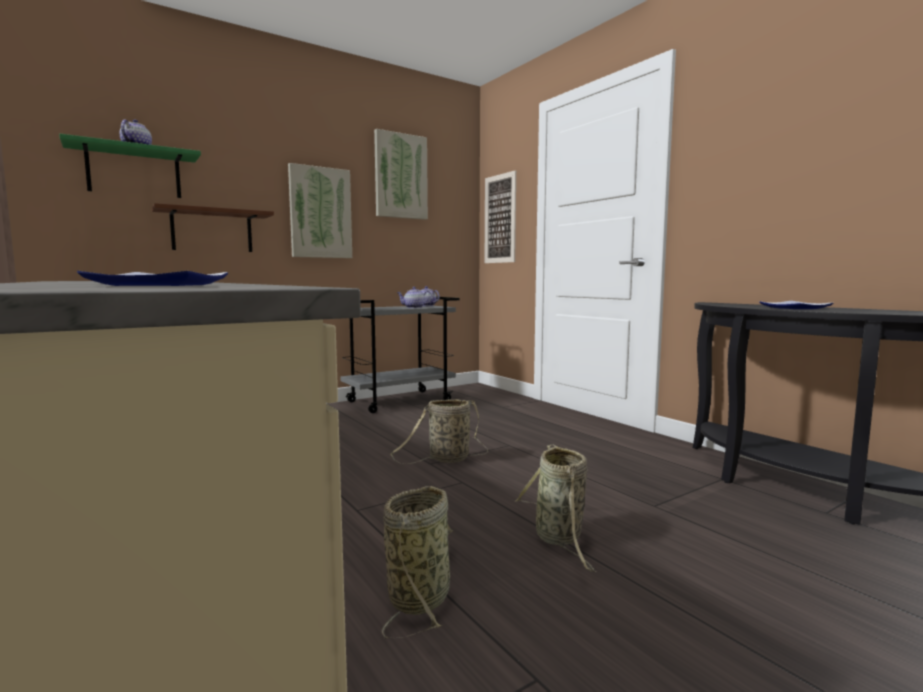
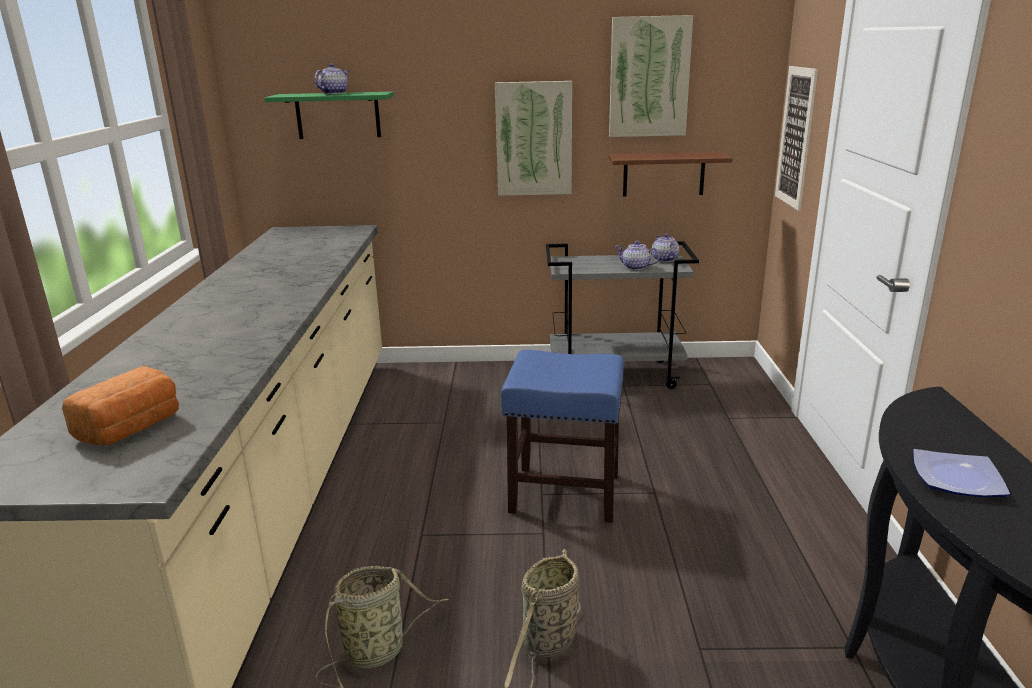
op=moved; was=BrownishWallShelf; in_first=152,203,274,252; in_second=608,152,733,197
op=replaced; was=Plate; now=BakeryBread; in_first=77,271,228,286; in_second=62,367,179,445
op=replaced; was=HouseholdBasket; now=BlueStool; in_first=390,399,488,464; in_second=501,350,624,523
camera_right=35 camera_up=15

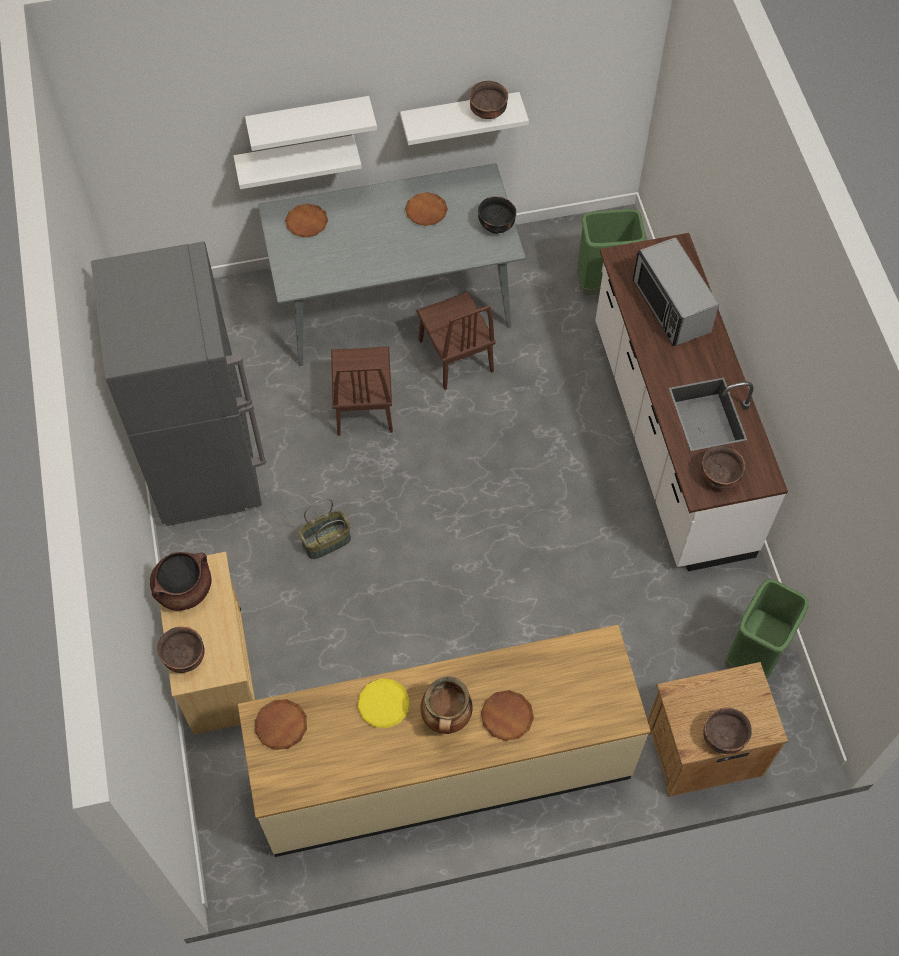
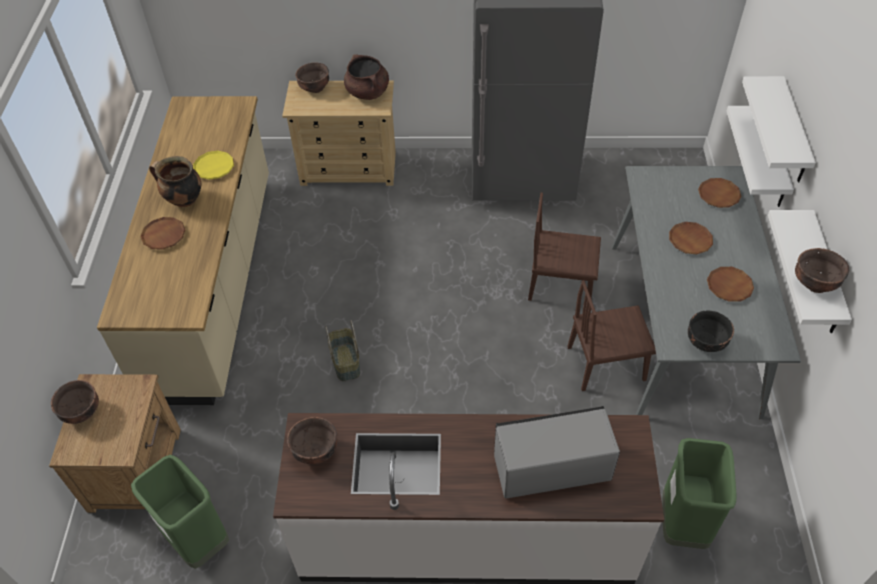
op=moved; was=BrownishPlate; in_first=255,699,307,750; in_second=669,222,713,254
op=moved; was=HouseholdBasket; in_first=299,499,351,559; in_second=325,320,360,381
camera_right=105 camera_up=-10

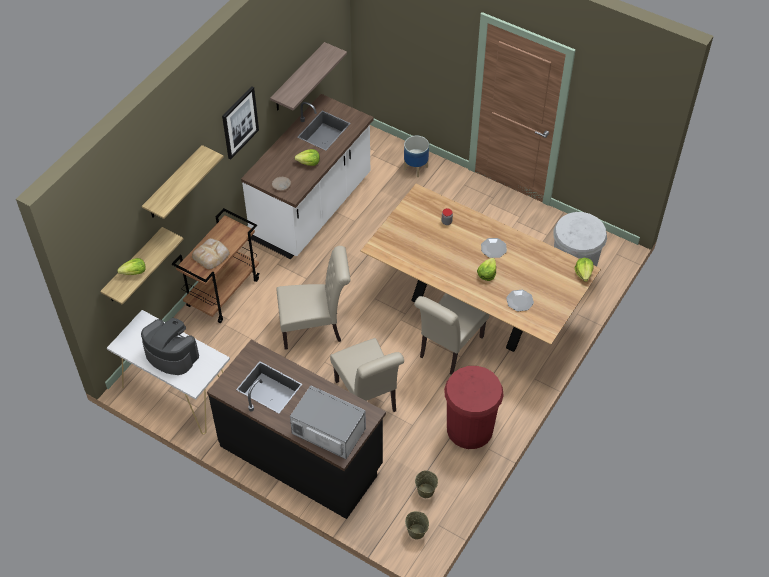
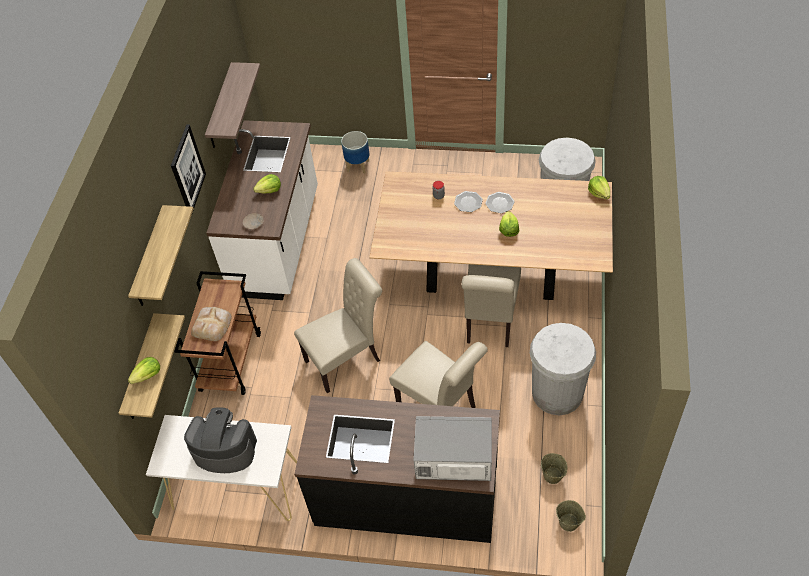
op=moved; was=Plate; in_first=506,290,534,311; in_second=454,191,483,212
op=recoloured; was=RedColouredRubbishBin; now=WhiteColouredRubbishBin; in_first=444,366,504,449; in_second=530,323,596,415
camera_right=-20 camera_up=0

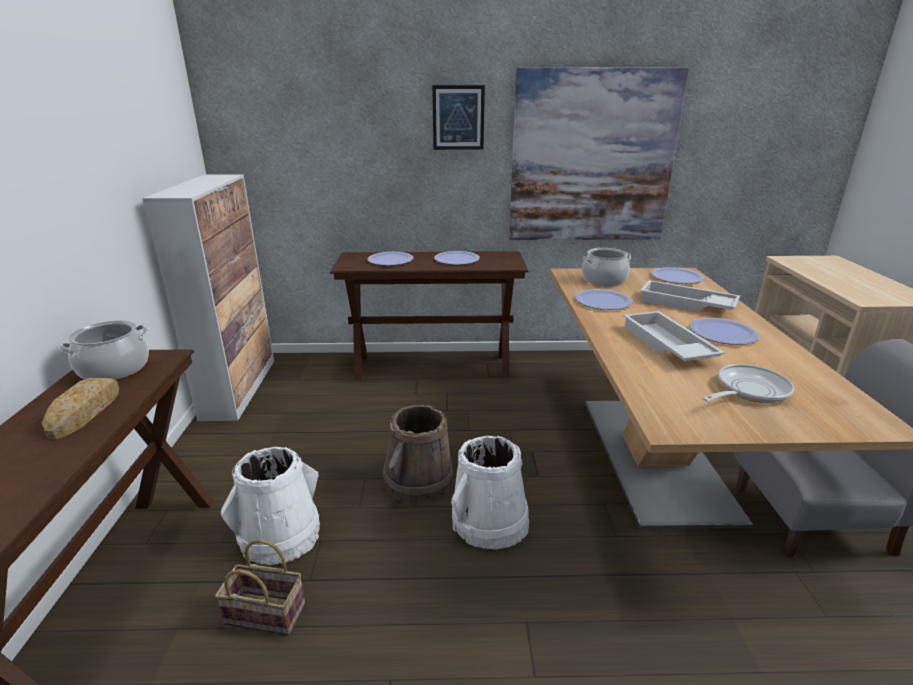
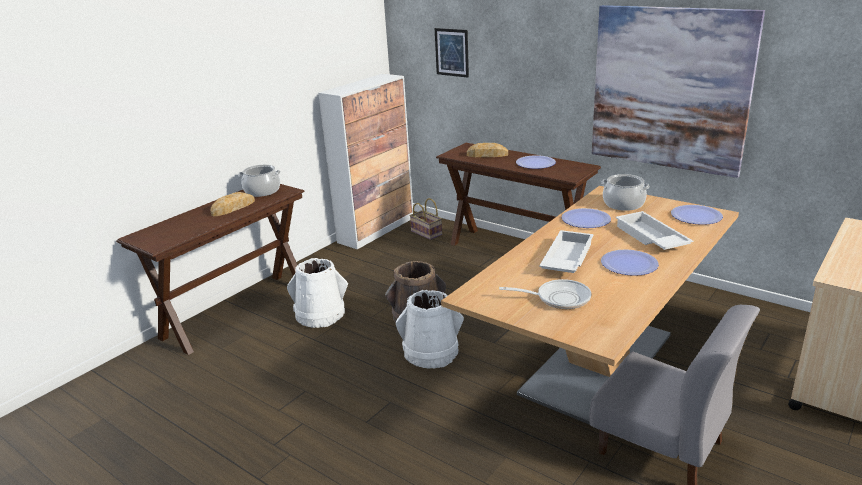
op=moved; was=HouseholdBasket; in_first=215,539,305,635; in_second=410,198,442,240
op=moved; was=WallArt; in_first=432,85,485,150; in_second=435,28,469,78
op=replaced; was=Plate; now=BakeryBread; in_first=367,252,413,266; in_second=467,143,508,157
camera_right=40 camera_up=0

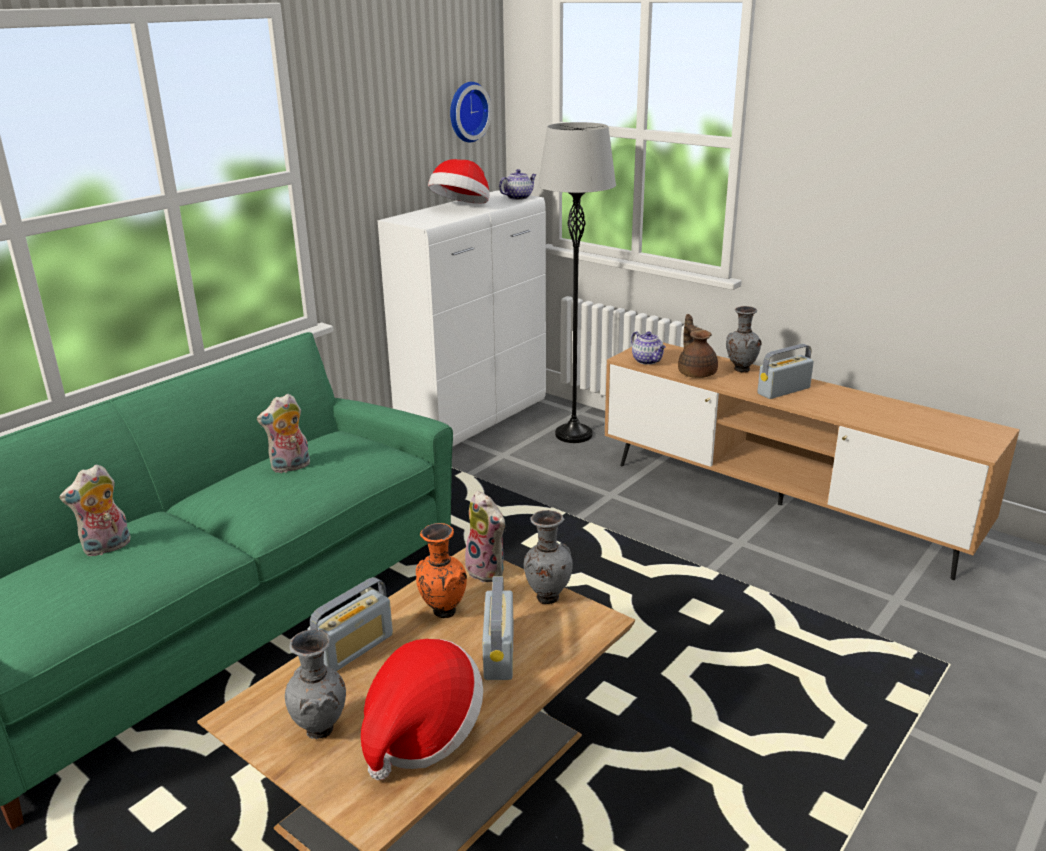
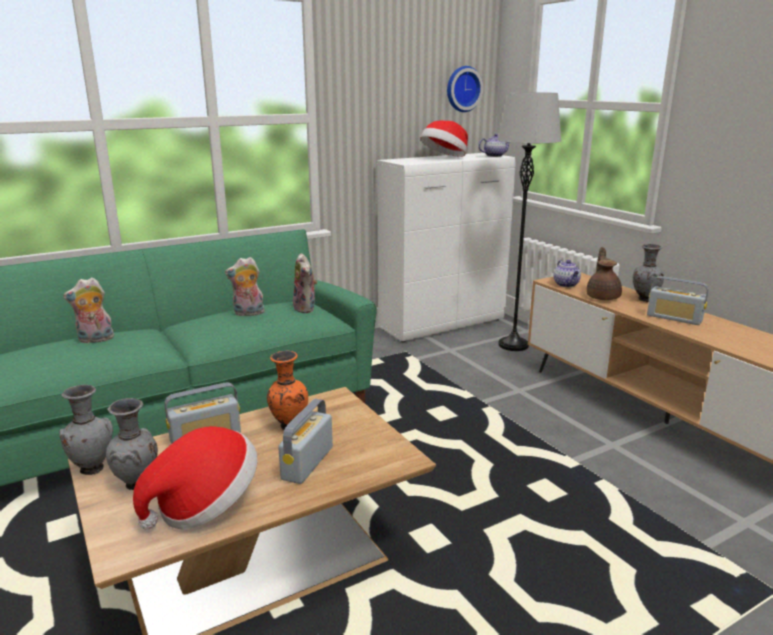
op=moved; was=SoftToy; in_first=461,491,505,583; in_second=293,253,317,313
op=moved; was=GreyishFlowerVase; in_first=524,510,573,604; in_second=59,385,113,475
op=turned; was=RadioSet; in_first=757,344,814,399; in_second=647,276,709,325; clockwise=-135
camera_right=20 camera_up=-5

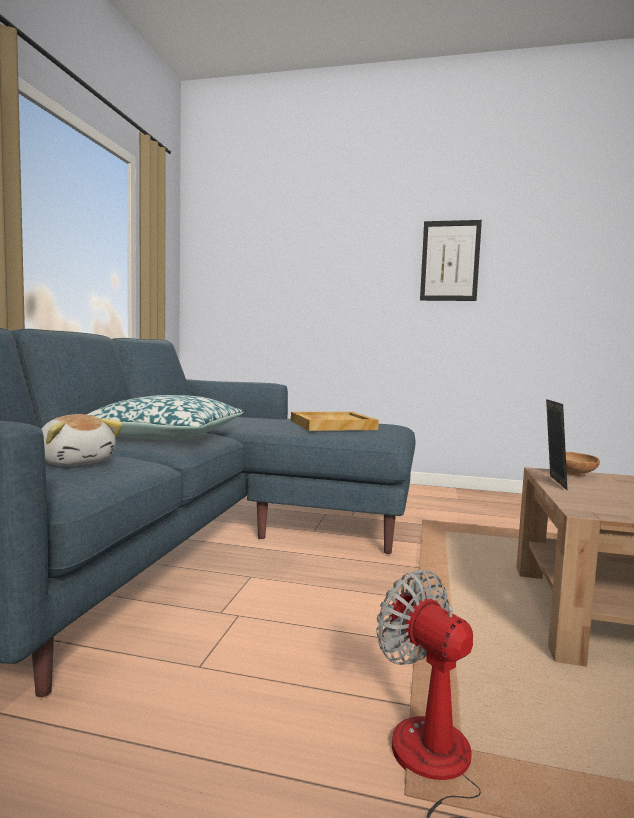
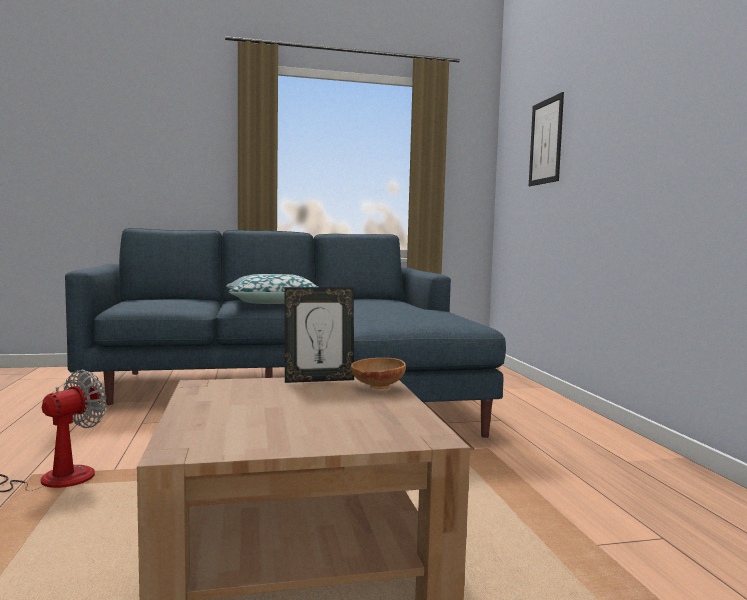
op=removed; was=SoftToy; in_first=42,414,123,466
op=removed; was=BeigeColouredTray; in_first=291,412,379,431
op=moved; was=WallArt; in_first=420,220,482,301; in_second=529,92,564,186
camera_right=65 camera_up=0

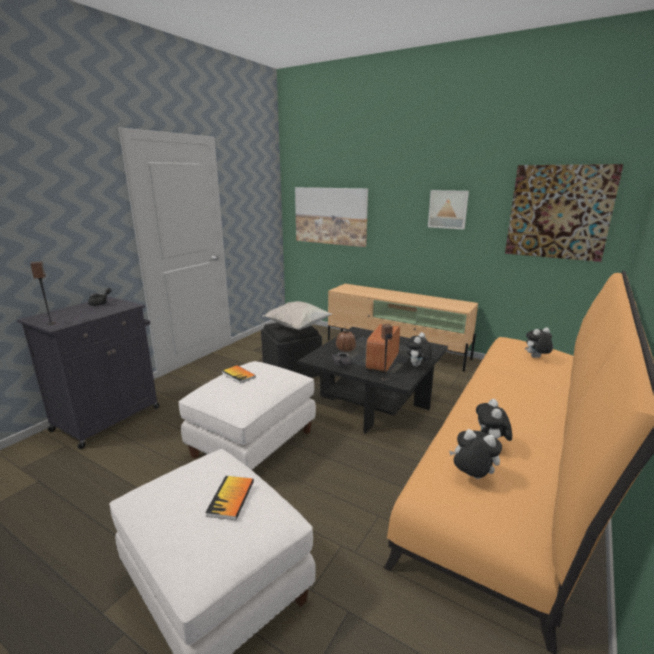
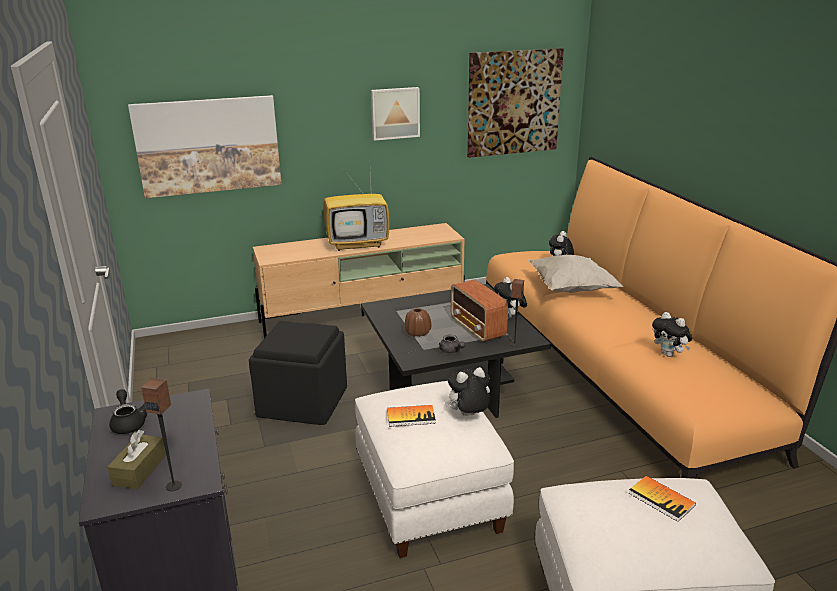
op=added; now=BrownishBoxOfTissues; in_second=107,430,166,489
op=added; now=TvSet; in_second=323,174,389,251
op=moved; was=WhiteColouredCushion; in_first=263,301,332,330; in_second=528,255,624,293
op=moved; was=SoftToy; in_first=449,429,502,479; in_second=445,367,490,416
camera_right=-50 camera_up=5

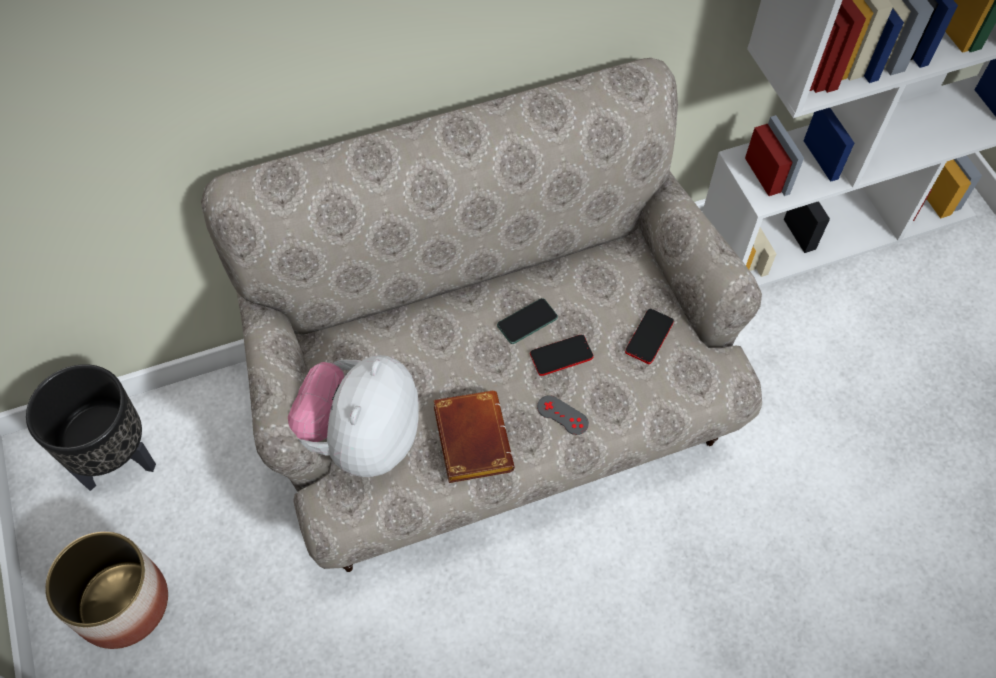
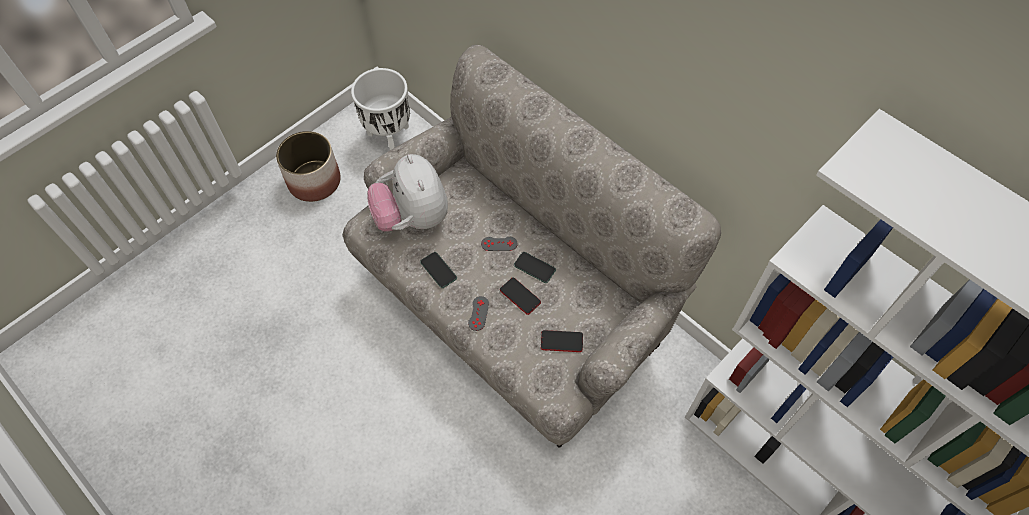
op=added; now=GreyishGameController; in_second=481,237,518,251
op=replaced; was=BrownishBook; now=Telephone; in_first=434,391,515,483; in_second=420,252,457,288
op=recoloured; was=BlackishPlanter; now=WhiteColouredPlanter; in_first=26,364,156,491; in_second=351,68,410,150
op=turned; was=SoftToy; in_first=288,355,419,477; in_second=367,154,448,232; clockwise=-105
camera_right=65 camera_up=0

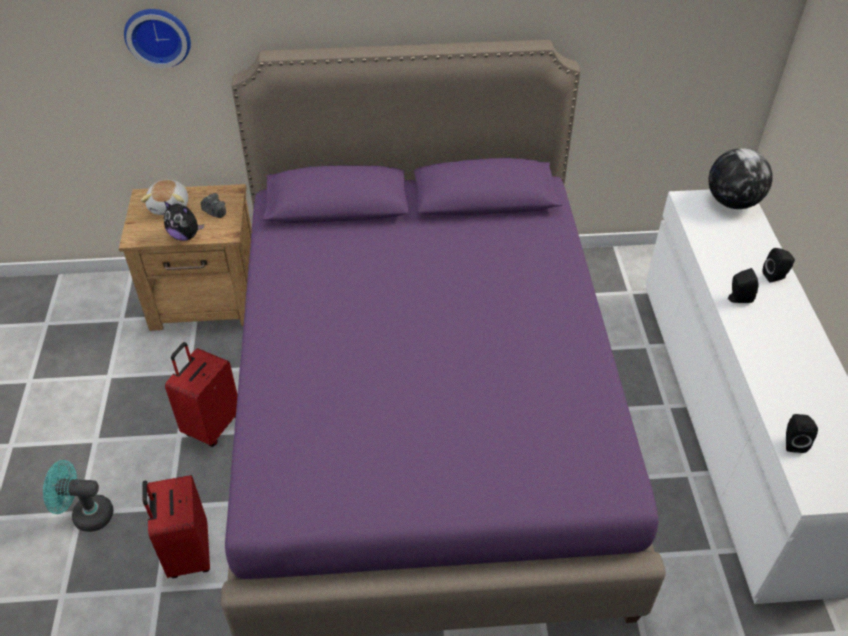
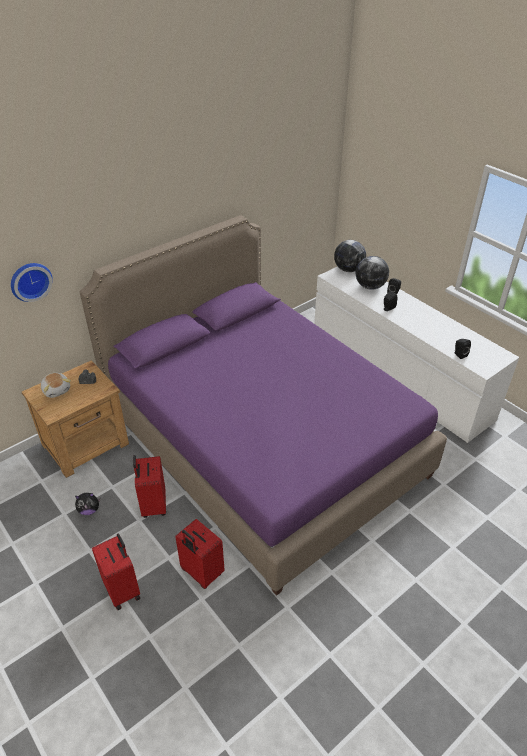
op=added; now=Globe; in_second=356,256,389,290
op=moved; was=SoftToy; in_first=164,201,204,241; in_second=75,493,101,515
op=replaced; was=TurquoiseColouredCoolingFan; now=RedColouredPieceOfLuggage; in_first=43,460,114,532; in_second=92,534,140,610
camera_right=-35 camera_up=-5

